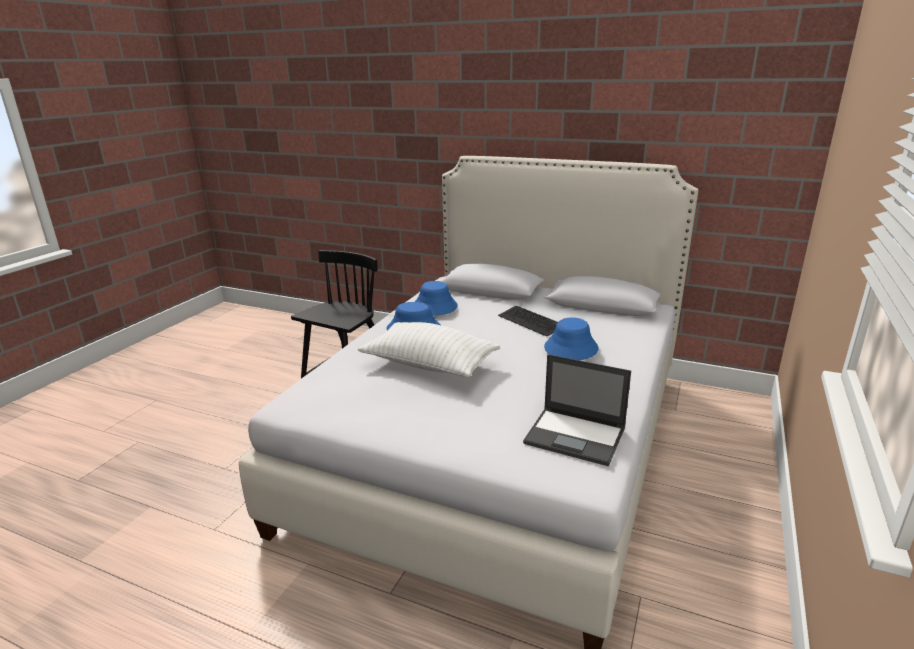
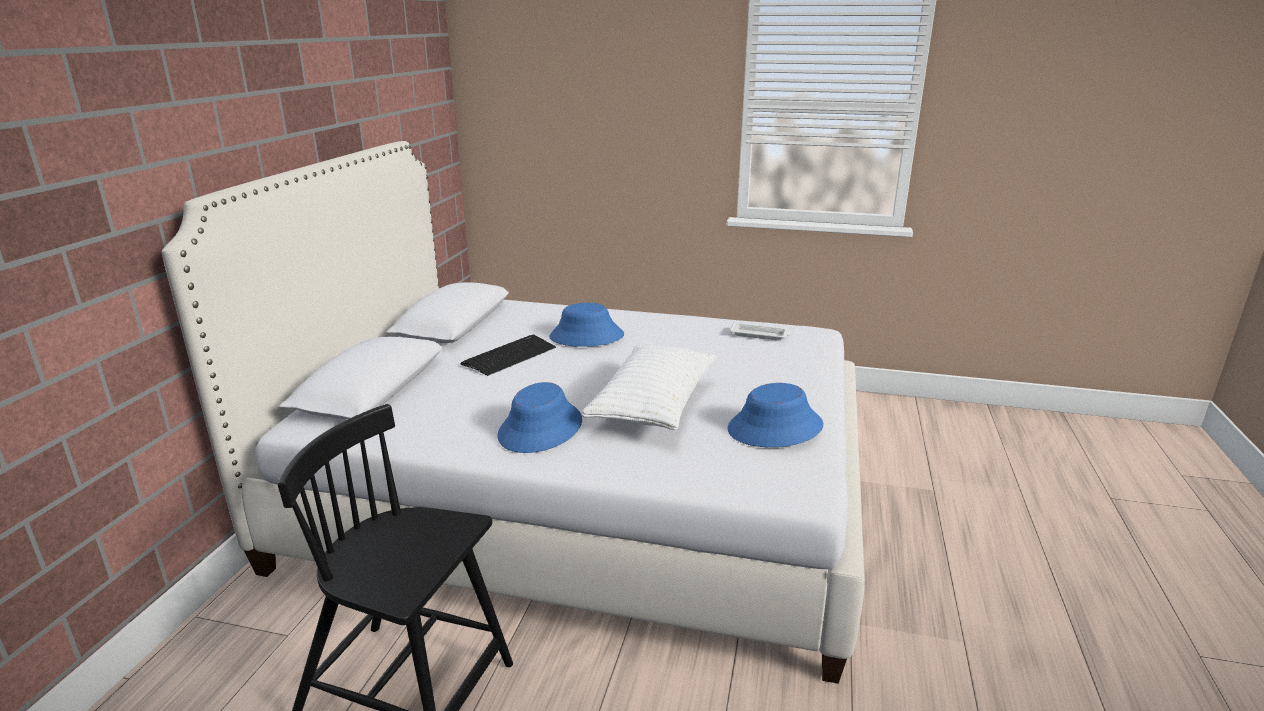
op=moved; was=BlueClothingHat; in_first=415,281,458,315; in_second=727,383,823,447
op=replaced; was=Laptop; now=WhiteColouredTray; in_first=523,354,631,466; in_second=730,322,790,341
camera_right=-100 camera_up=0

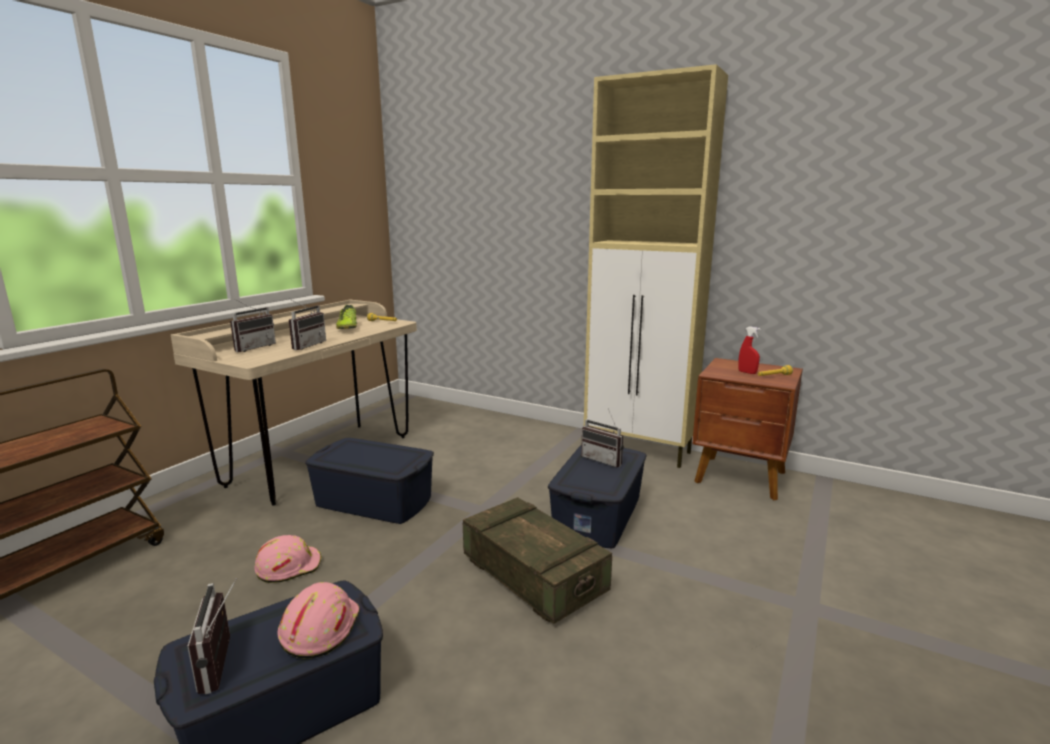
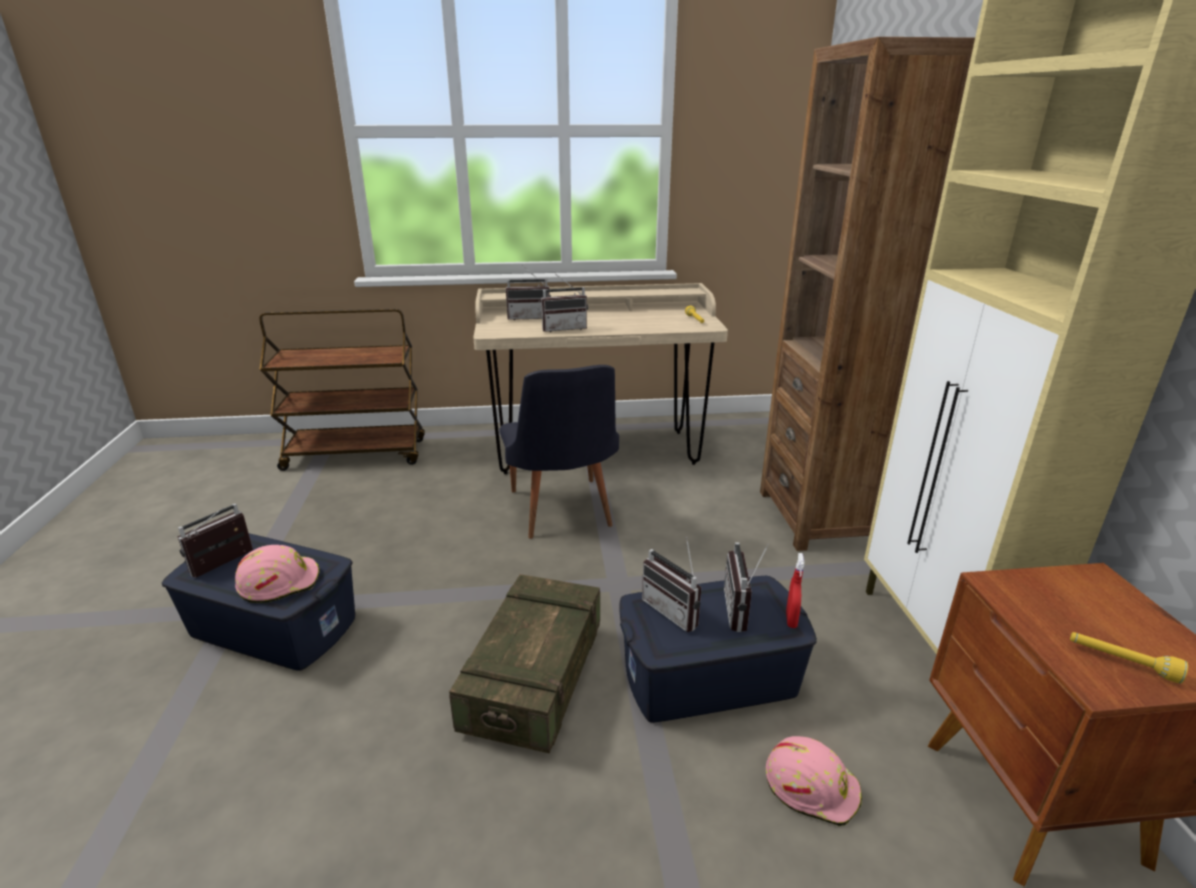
op=removed; was=ItemOfFootwear; in_first=336,305,357,329
op=added; now=RadioSet; in_second=642,536,701,632
op=added; now=BrownishShelvingUnit; in_second=760,37,975,551
op=moved; was=PinkishWorkHelmet; in_first=254,535,322,583; in_second=766,736,862,826
op=moved; was=RedColouredHandSprayer; in_first=738,326,760,374; in_second=786,553,804,628
op=replaced; was=BlueStorageBin; now=BlackishPlainChair; in_first=305,438,434,524; in_second=499,365,619,539
camera_right=55 camera_up=10

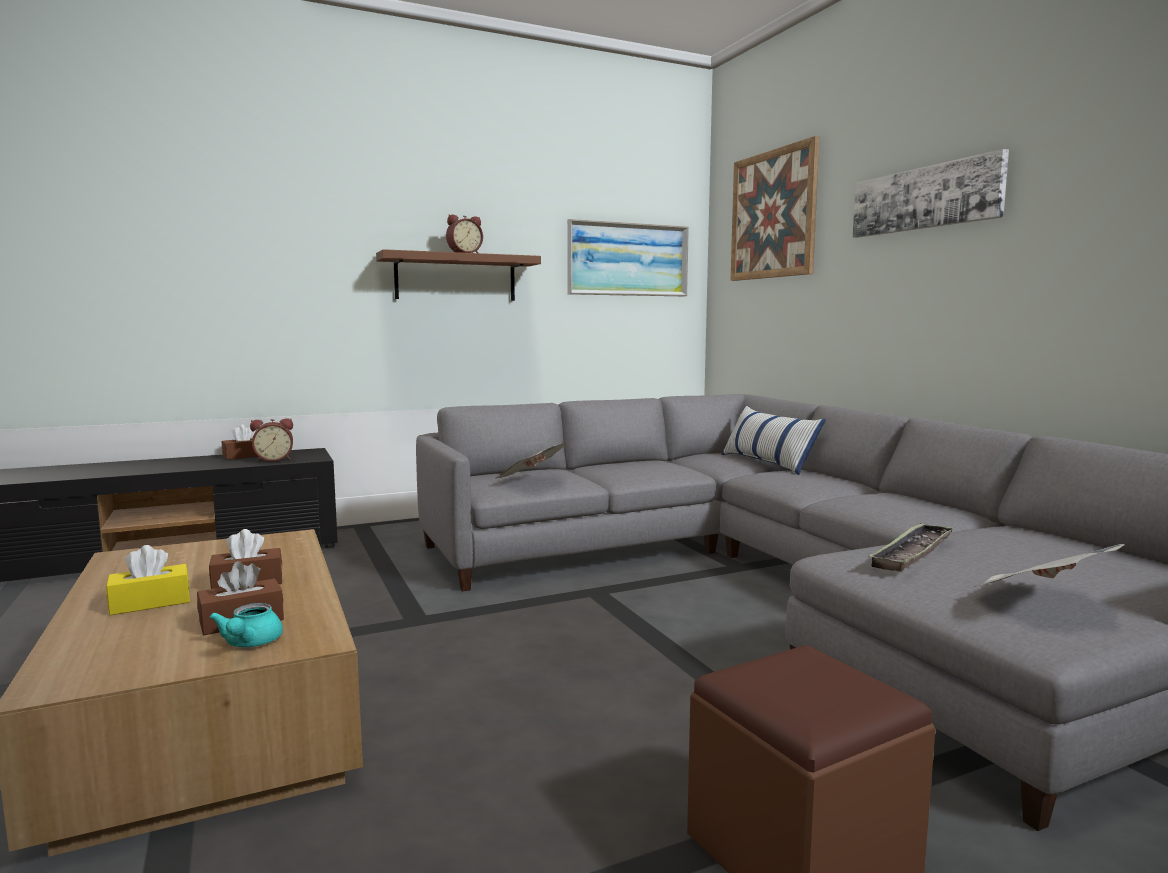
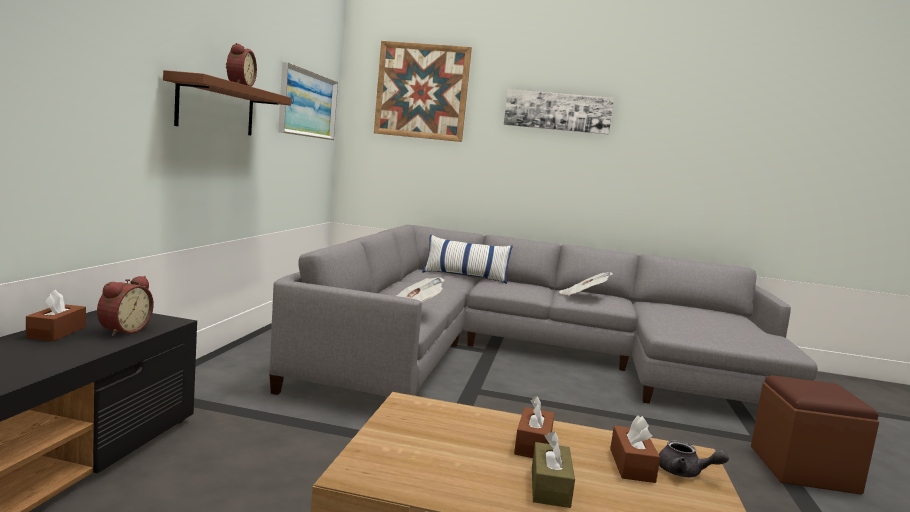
op=removed; was=Tray; in_first=868,523,954,572
op=moved; was=PrintedPaper; in_first=974,544,1125,587; in_second=559,272,613,295
op=recoloured; was=YellowBoxOfTissues; now=BrownishBoxOfTissues; in_first=106,545,190,615; in_second=532,431,575,508
op=recoloured; was=TurquoiseColouredTeaPot; now=GreyishTeaPot; in_first=210,603,283,647; in_second=659,440,729,477
camera_right=-55 camera_up=0

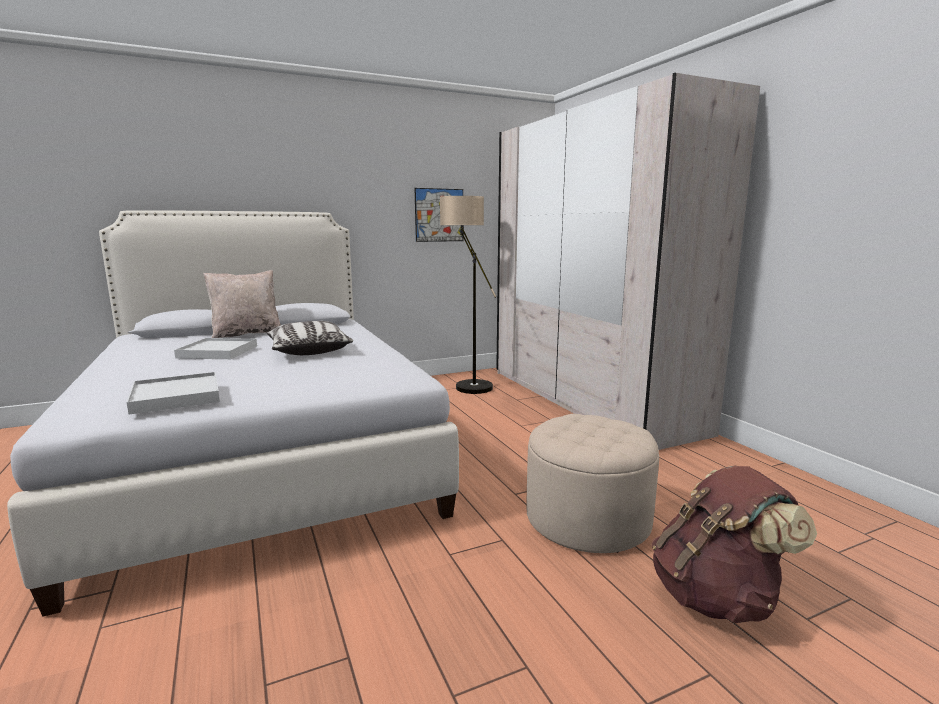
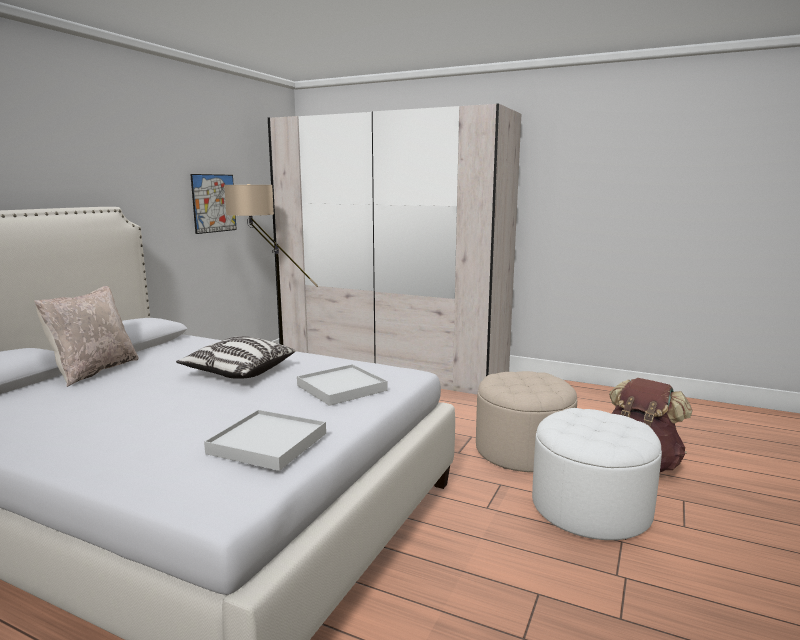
op=added; now=WhiteColouredFootrest; in_second=532,408,662,540
op=moved; was=WhiteColouredTray; in_first=174,338,257,359; in_second=297,364,388,406
camera_right=-40 camera_up=0

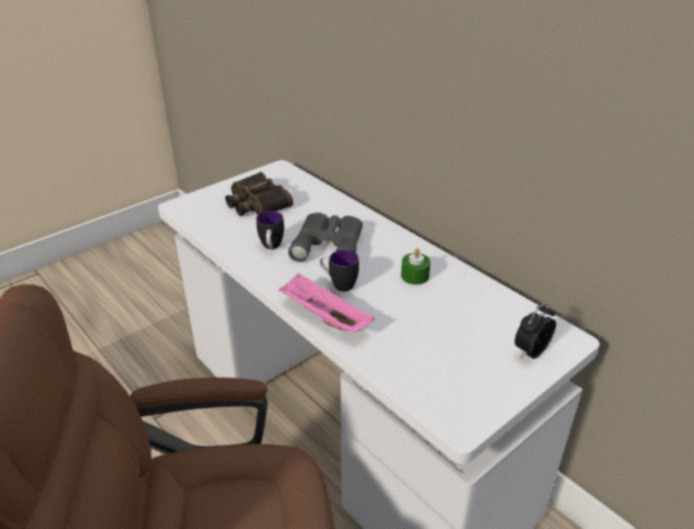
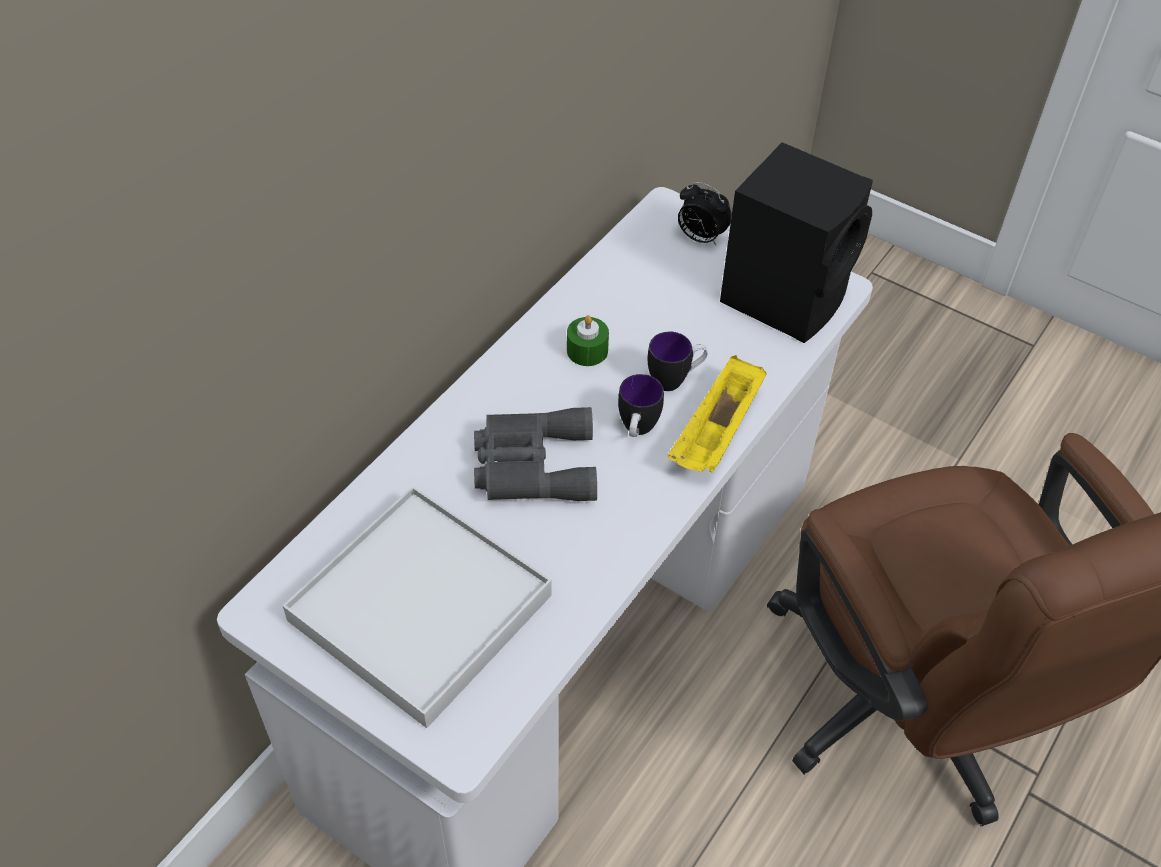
op=added; now=BlackishAudioSpeaker; in_second=720,142,873,343
op=moved; was=CoffeeMug; in_first=256,211,284,249; in_second=648,332,708,391
op=replaced; was=Binoculars; now=WhiteColouredTray; in_first=225,172,293,216; in_second=283,486,552,728
op=recoloured; was=PinkishTray; now=YellowTray; in_first=279,273,374,332; in_second=667,355,767,473
camera_right=-105 camera_up=15

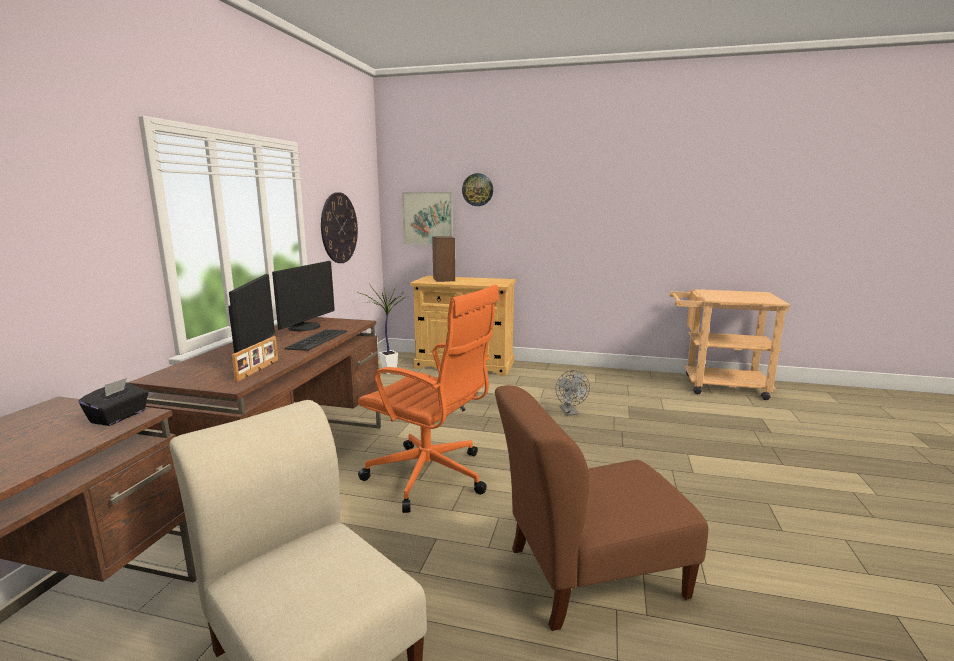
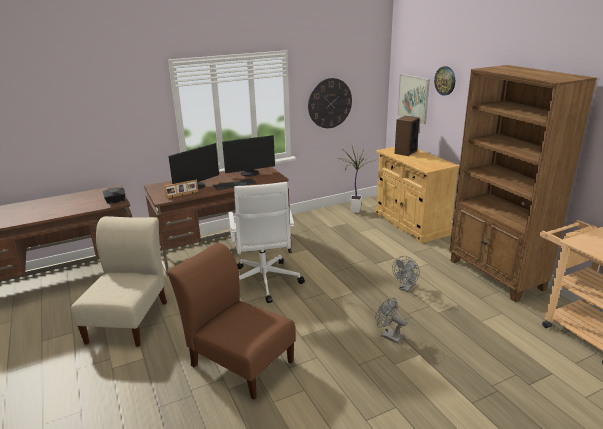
op=added; now=GreyishCoolingFan; in_second=375,298,407,344
op=added; now=BrownishShelvingUnit; in_second=449,65,597,302
op=recoloured; was=OrangeColouredOfficeChair; now=WhiteColouredOfficeChair; in_first=358,285,499,513; in_second=228,182,305,303
camera_right=50 camera_up=10

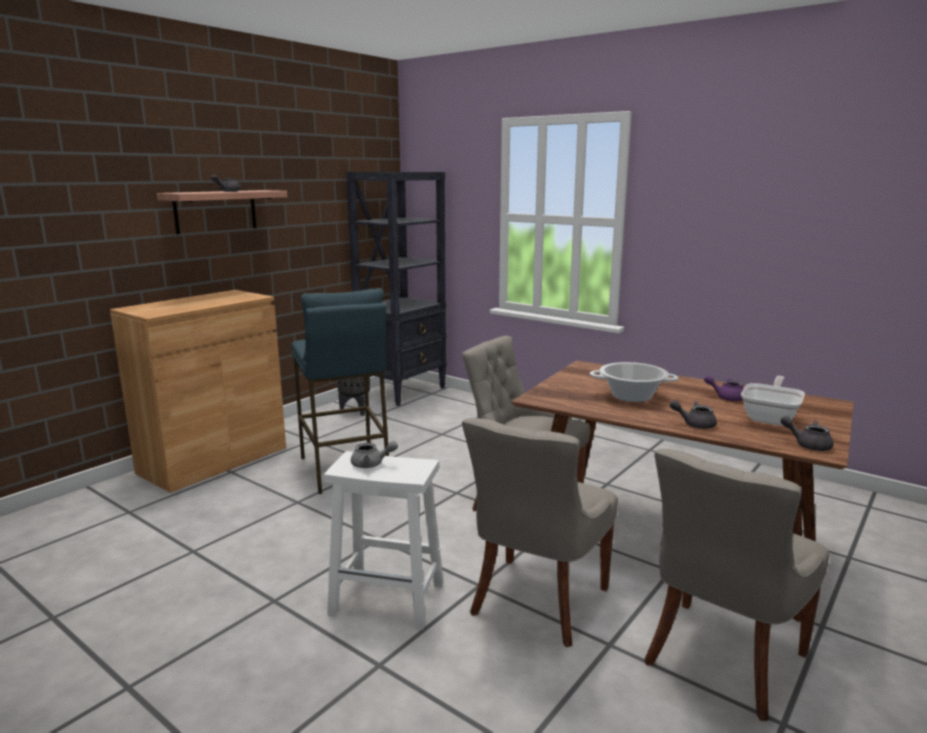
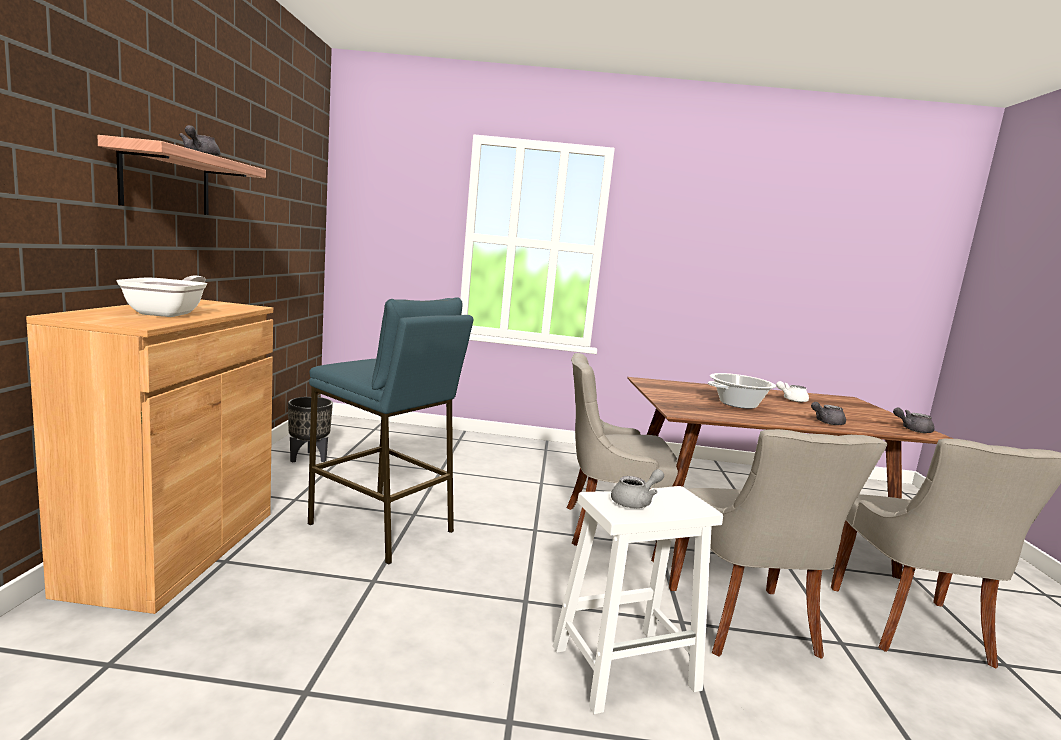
op=removed; was=BlackishShelvingUnit; in_first=346,172,447,406
op=moved; was=Skillet; in_first=741,376,805,426; in_second=116,275,207,317
op=recoloured; was=PurplishTeaPot; now=WhiteColouredTeaPot; in_first=704,375,744,401; in_second=776,381,809,402
camera_right=-35 camera_up=-5

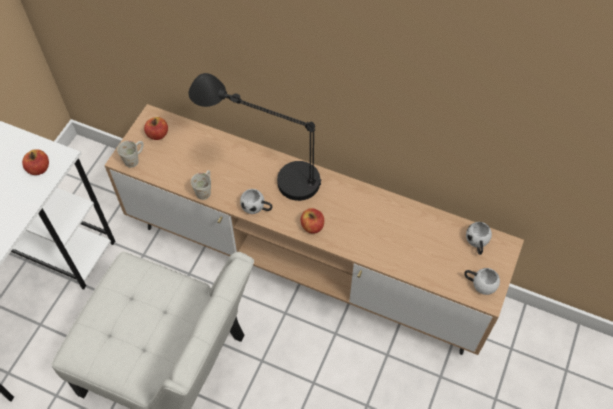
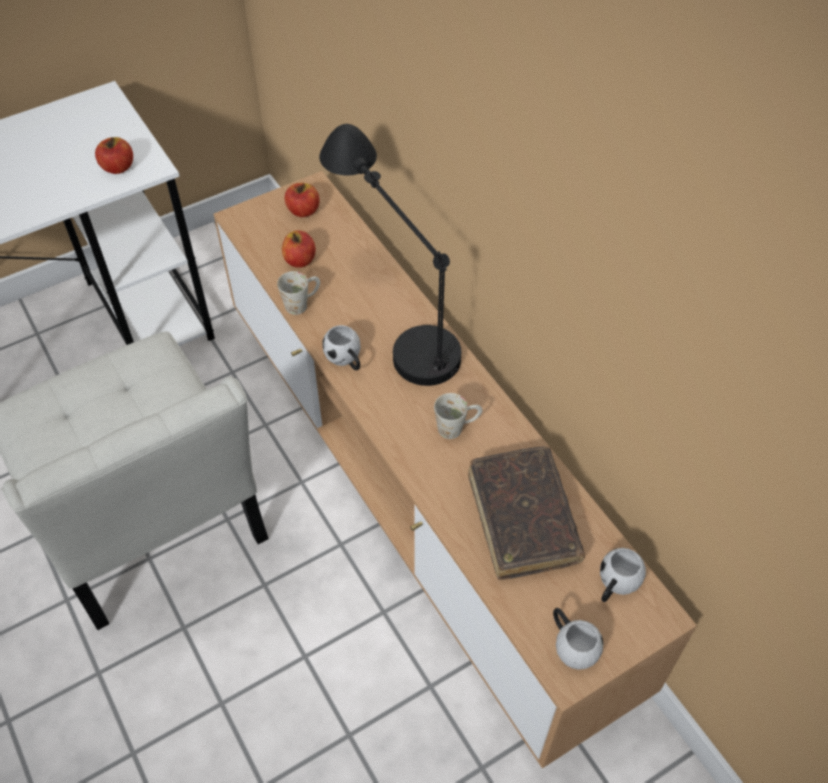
op=added; now=BrownishBook; in_second=468,446,585,580
op=moved; was=WhiteColouredCoffeeMug; in_first=117,141,144,168; in_second=434,393,483,439
op=moved; was=Apple; in_first=301,208,324,234; in_second=282,230,316,268
camera_right=35 camera_up=-5

